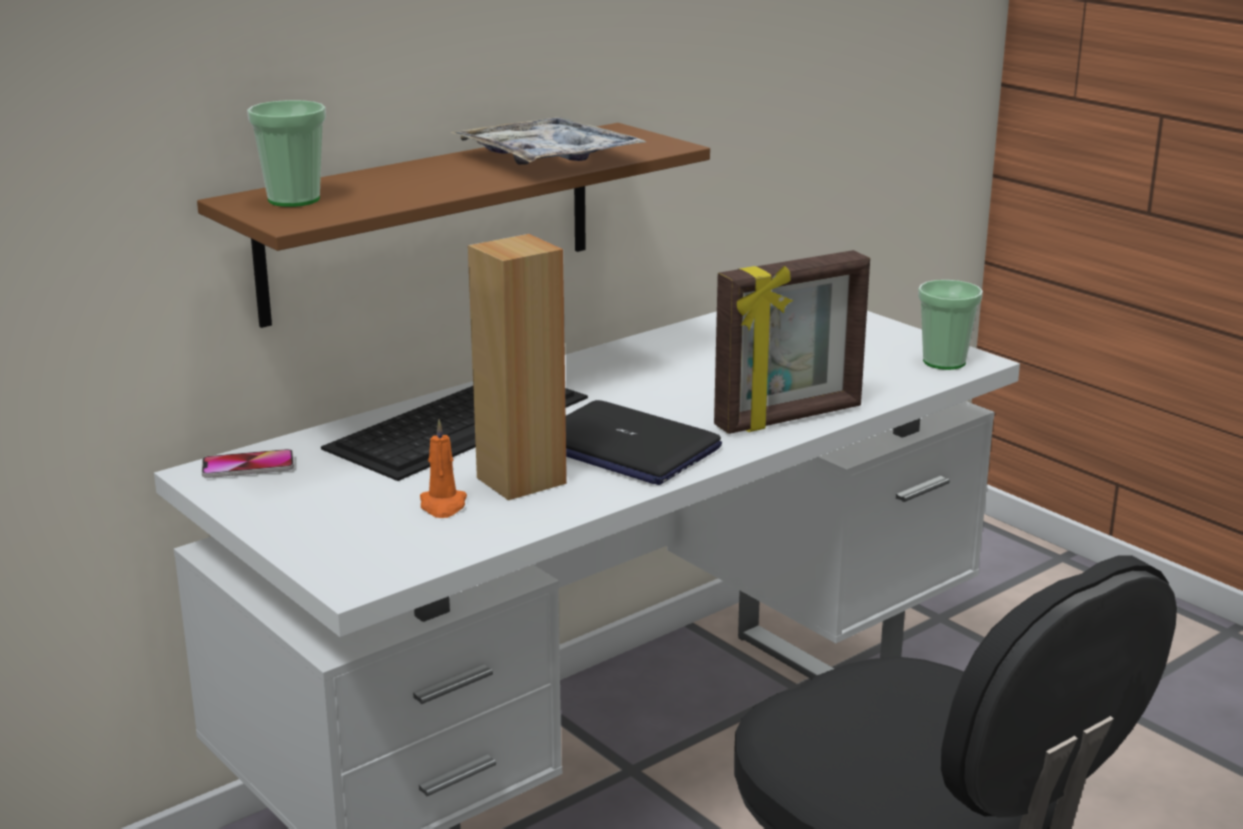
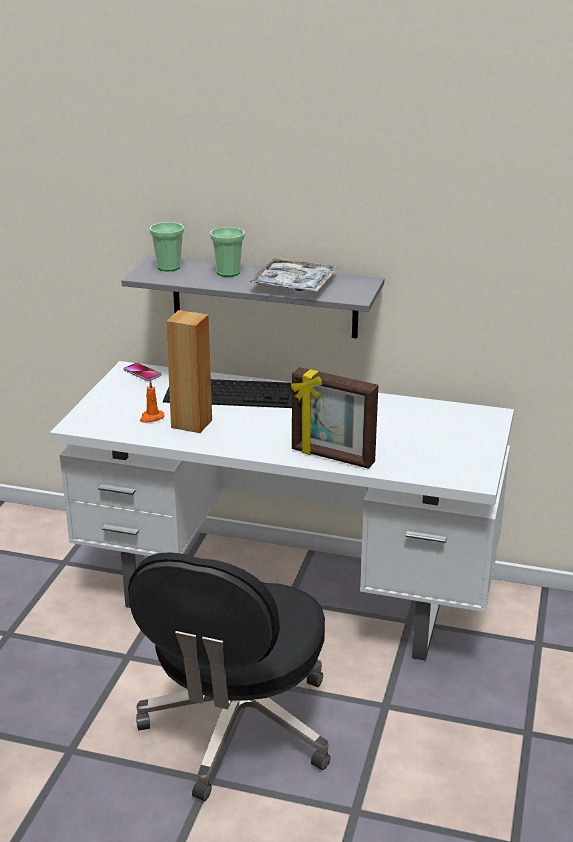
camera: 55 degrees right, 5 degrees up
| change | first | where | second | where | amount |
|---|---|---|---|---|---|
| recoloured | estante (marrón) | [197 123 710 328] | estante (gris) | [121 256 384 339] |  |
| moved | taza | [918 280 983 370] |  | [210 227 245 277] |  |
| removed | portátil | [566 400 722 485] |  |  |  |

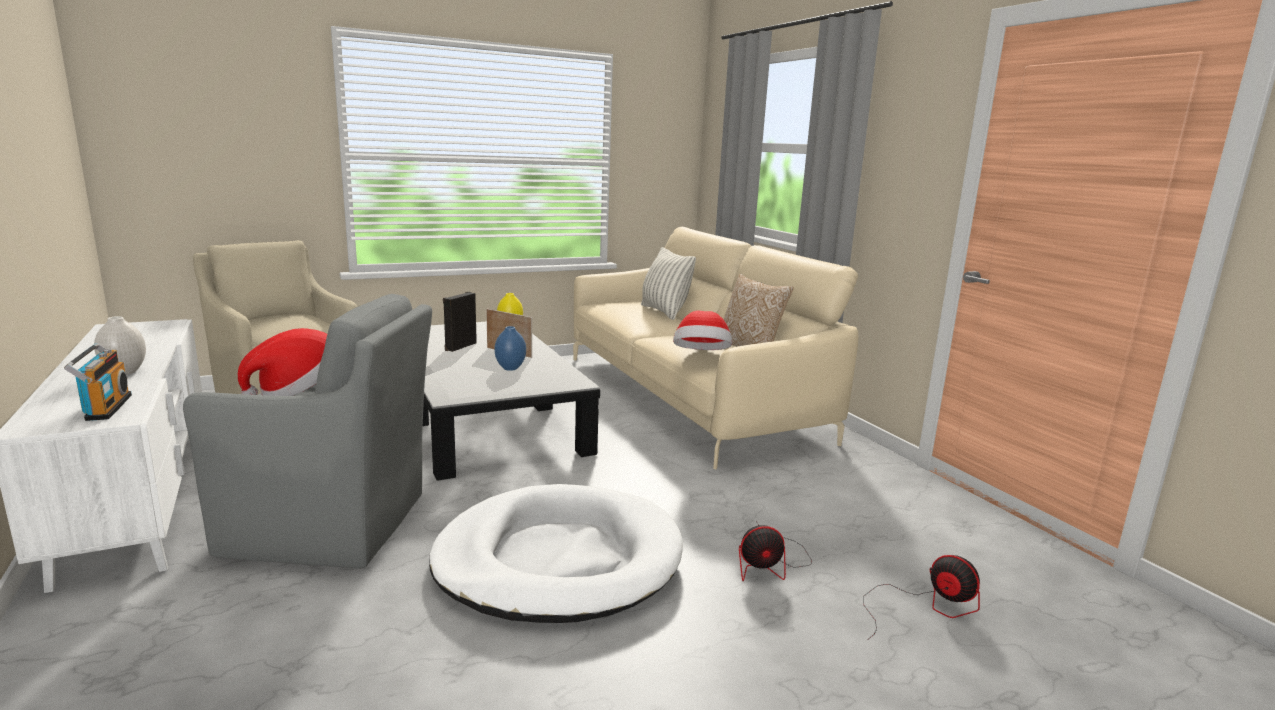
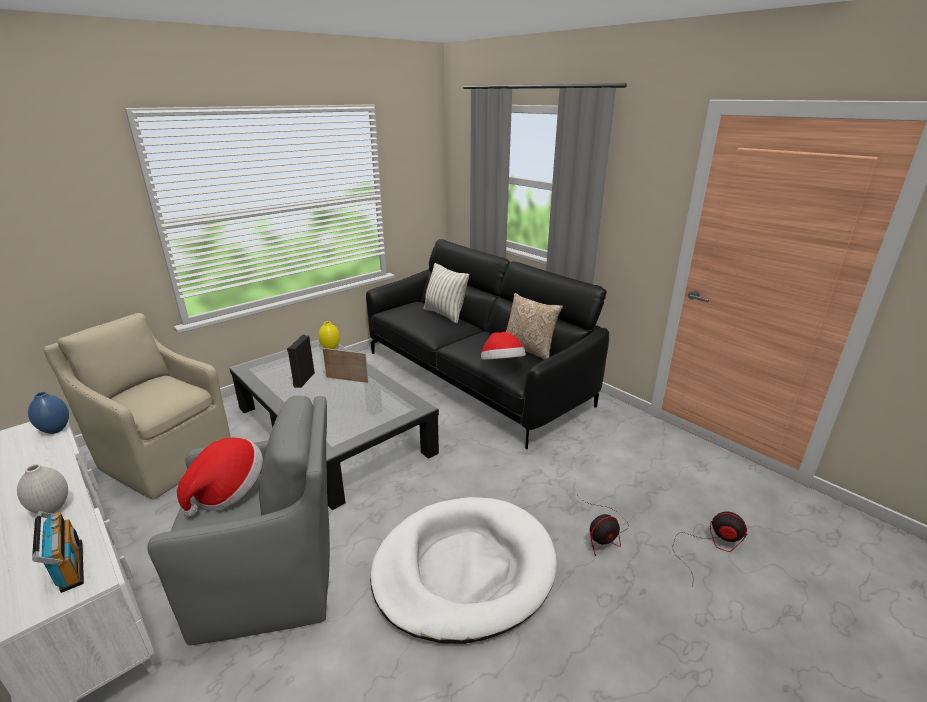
camera: 15 degrees left, 10 degrees up
| change | first | where | second | where | amount |
|---|---|---|---|---|---|
| moved | florero (azul) | [494 326 526 371] |  | [28 392 69 434] |  |
| recoloured | sofá (beis) | [573 227 858 469] | sofá (negro) | [366 239 609 449] |  |

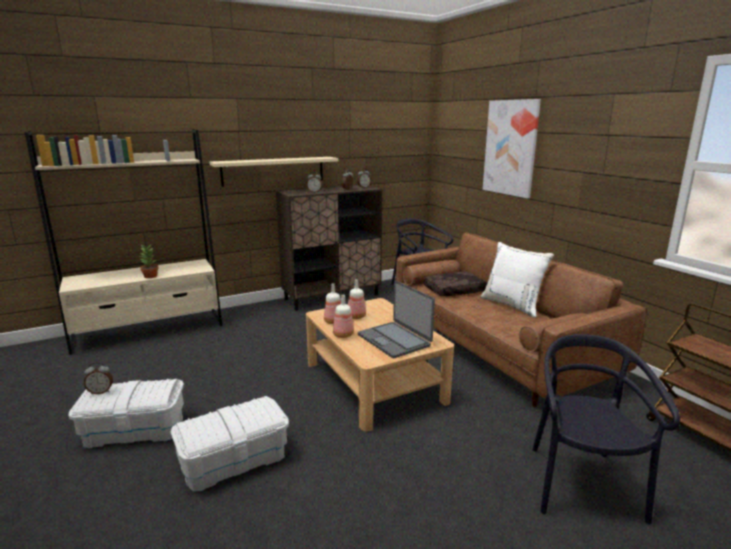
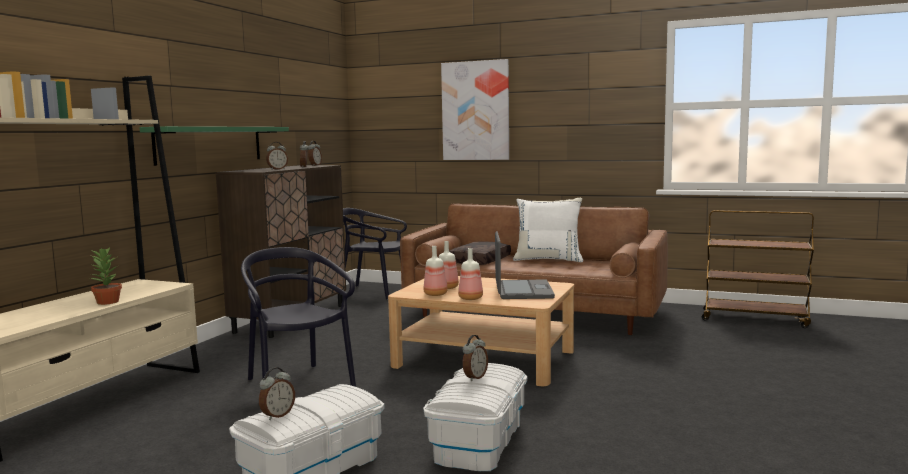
camera: 40 degrees left, 10 degrees down
| change | first | where | second | where | amount |
|---|---|---|---|---|---|
| recoloured | estante (beis) | [210 157 339 187] | estante (verde) | [139 126 289 166] |  |
| moved | silla (negro) | [532 334 680 525] |  | [241 247 356 387] |  |
| added |  |  | despertador | [463 335 488 381] |  |
| turned | portátil | [358 281 435 359] |  | [495 231 555 299] | 105 degrees counterclockwise |

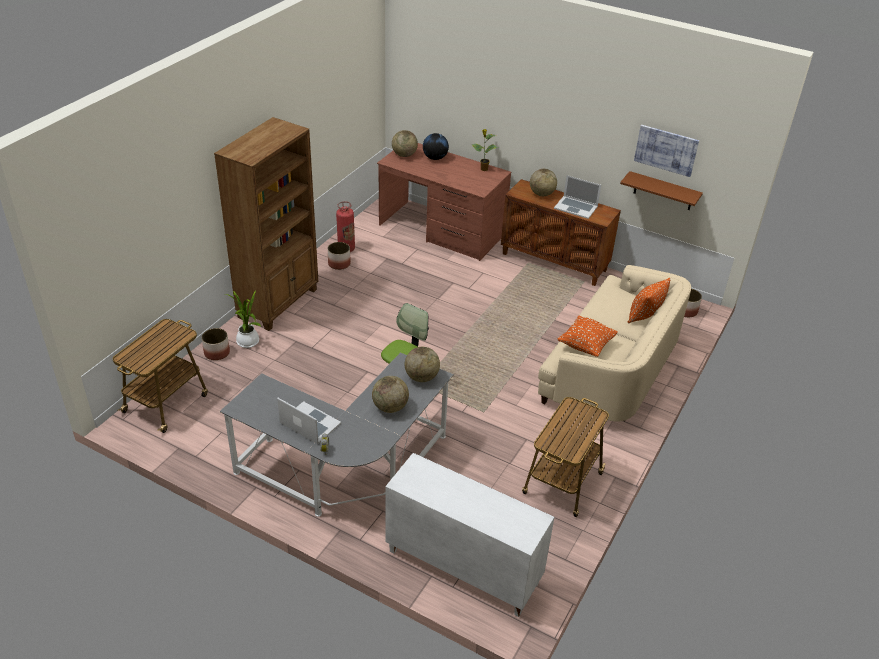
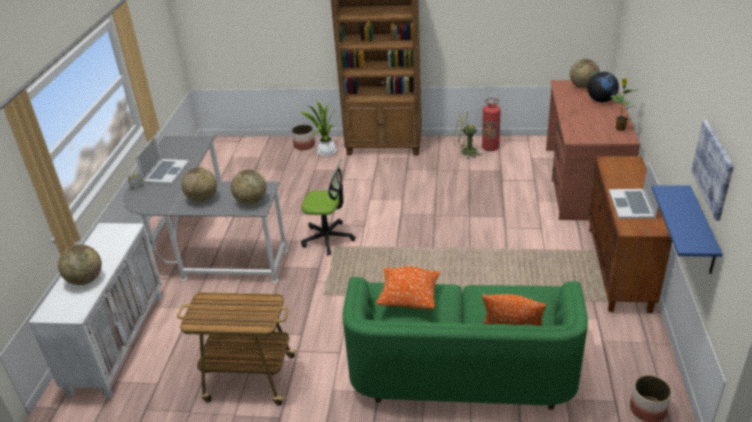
camera: 70 degrees right, 5 degrees down
| change | first | where | second | where | amount |
|---|---|---|---|---|---|
| moved | globo terráqueo | [530 169 557 196] |  | [58 244 102 285] |  |
| recoloured | sofá (beis) | [538 265 691 422] | sofá (verde) | [343 277 588 410] |  |
| replaced | maceta | [328 242 351 270] | ventilador (verde) | [454 111 482 159] |  |
| recoloured | estante (marrón) | [620 171 703 210] | estante (azul) | [652 185 722 274] |  |
| removed | carrito | [112 319 208 433] |  |  |  |

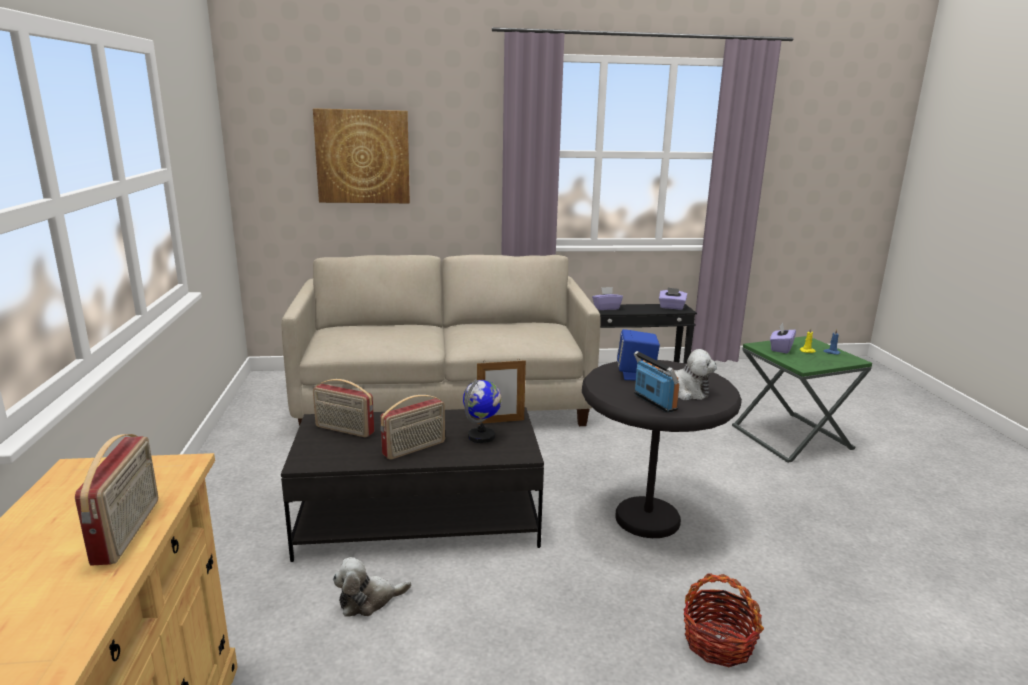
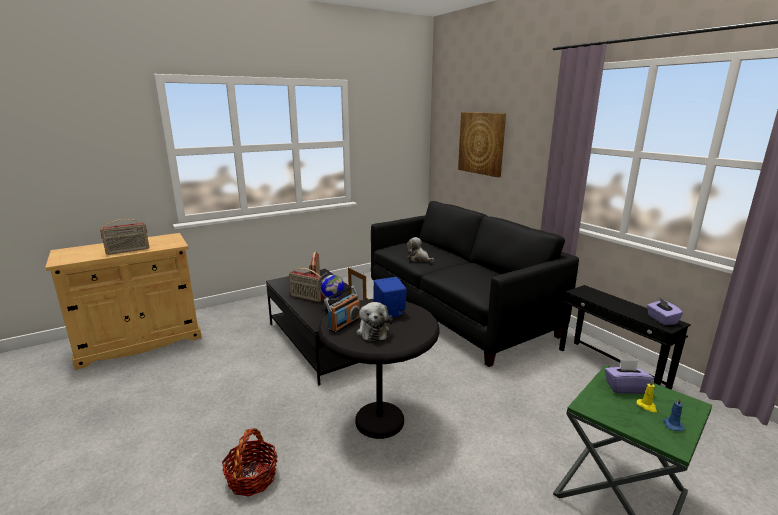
camera: 65 degrees right, 0 degrees up
| change | first | where | second | where | amount |
|---|---|---|---|---|---|
| recoloured | sofá (beis) | [281 255 601 426] | sofá (negro) | [371 201 579 367] |  |
| moved | peluche | [333 557 411 617] |  | [407 237 434 262] |  |
| removed | caja de pañuelos (morado) | [592 287 623 310] |  |  |  |

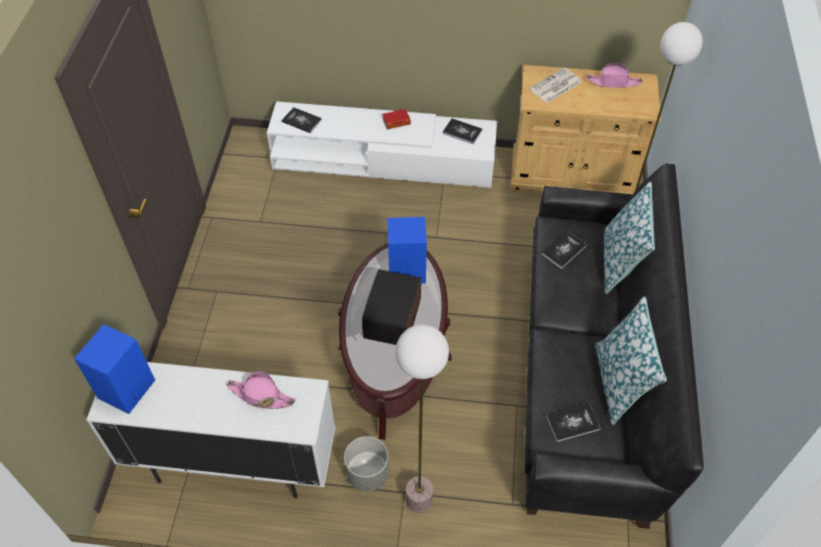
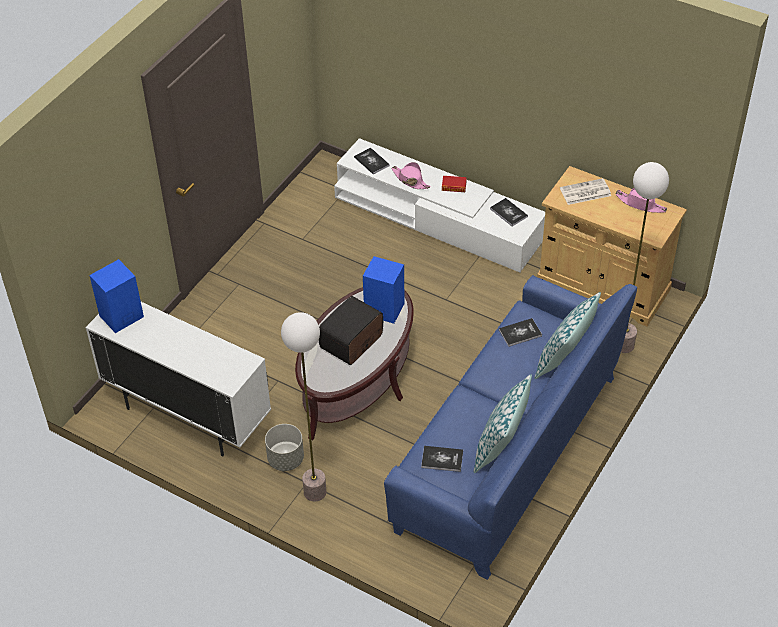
camera: 25 degrees right, 5 degrees down
| change | first | where | second | where | amount |
|---|---|---|---|---|---|
| recoloured | sofá (negro) | [524 163 704 529] | sofá (azul) | [384 275 637 580] |  |
| moved | sombrero (rosa) | [227 371 295 409] |  | [391 162 431 189] |  |

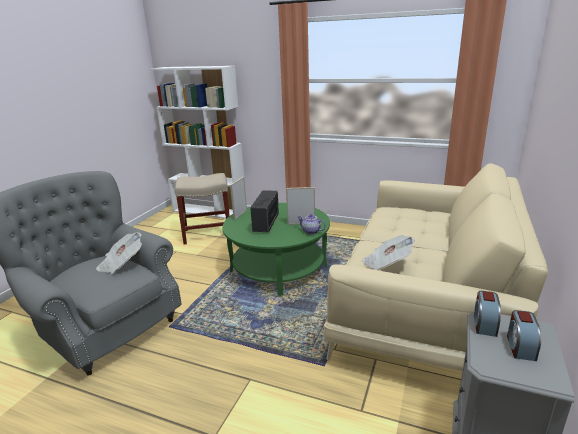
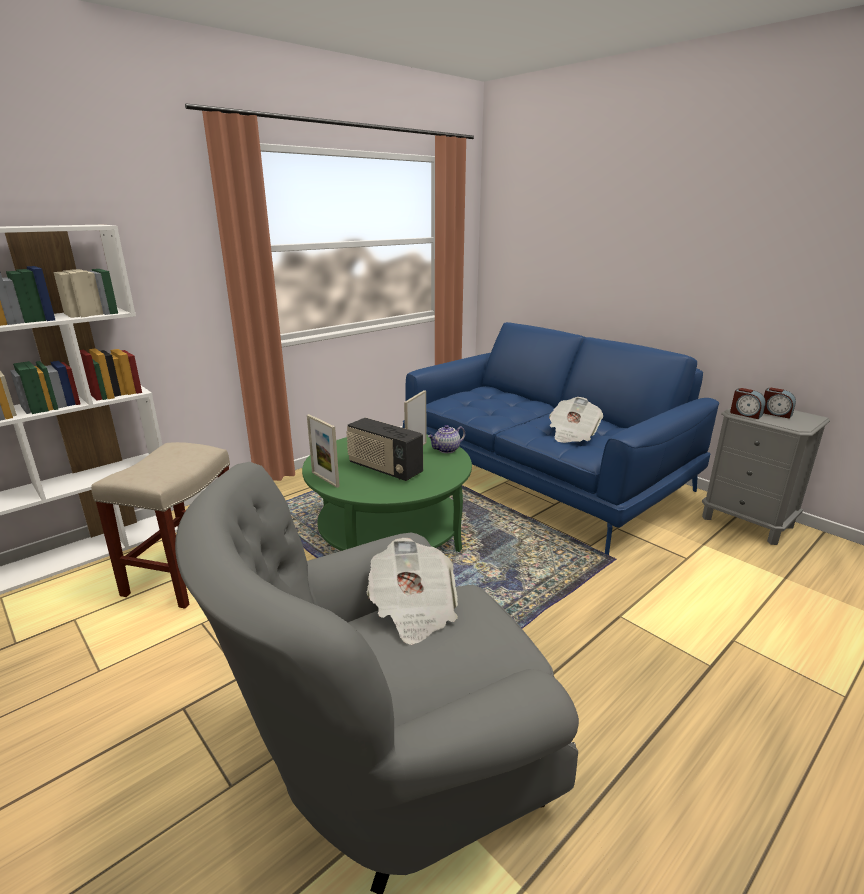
camera: 65 degrees left, 0 degrees up
| change | first | where | second | where | amount |
|---|---|---|---|---|---|
| recoloured | sofá (beis) | [324 164 548 371] | sofá (azul) | [402 322 719 555] |  |

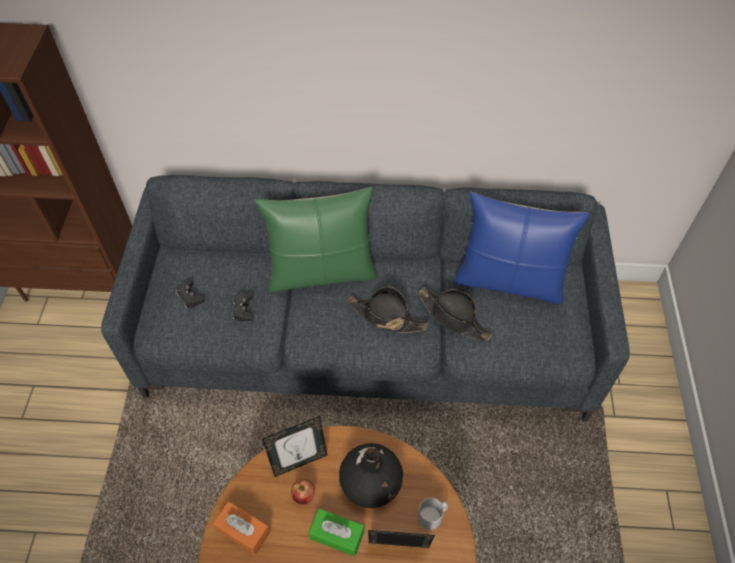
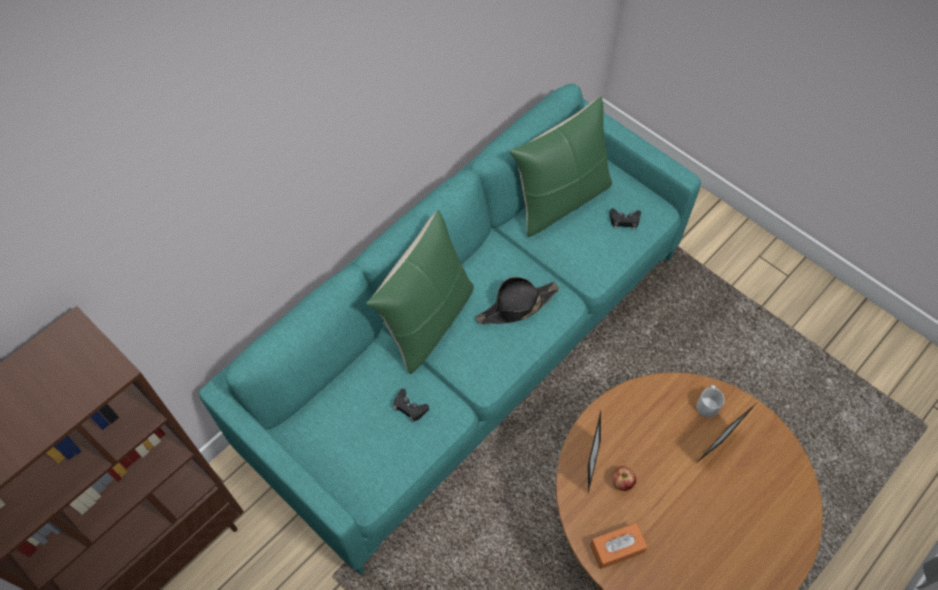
camera: 50 degrees left, 5 degrees up
| change | first | where | second | where | amount |
|---|---|---|---|---|---|
| recoloured | sofá (gris) | [101 175 630 422] | sofá (turquesa) | [199 84 701 575] |  |
| recoloured | cojín (azul) | [454 192 590 304] | cojín (verde) | [509 97 612 237] |  |
| moved | mando de consola (negro) | [175 279 204 308] |  | [610 208 641 230] |  |
| removed | caja de pañuelos (verde) | [308 508 364 556] |  |  |  |
| removed | florero (negro) | [339 443 403 508] |  |  |  |
| removed | sombrero (negro) | [418 287 492 342] |  |  |  |

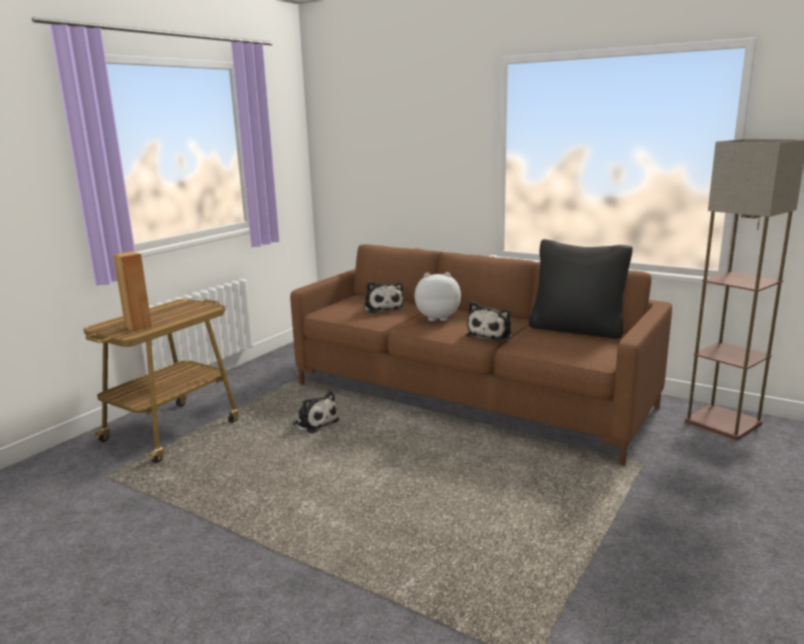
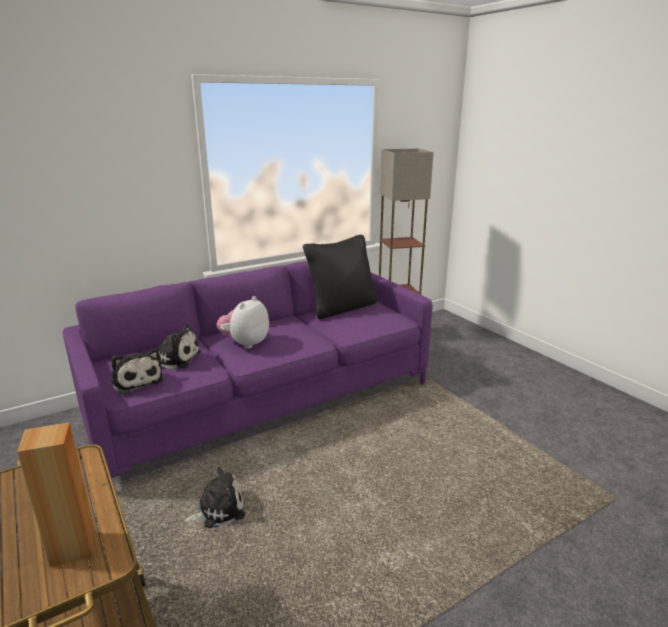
camera: 65 degrees left, 5 degrees up
| change | first | where | second | where | amount |
|---|---|---|---|---|---|
| recoloured | sofá (marrón) | [290 244 672 466] | sofá (morado) | [63 261 432 478] |  |
| moved | peluche | [466 301 512 341] |  | [111 349 164 395] |  |

